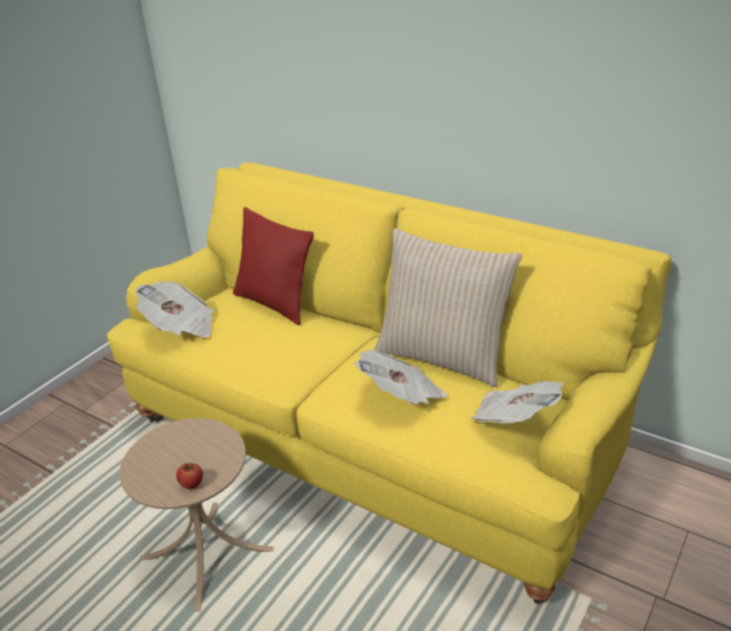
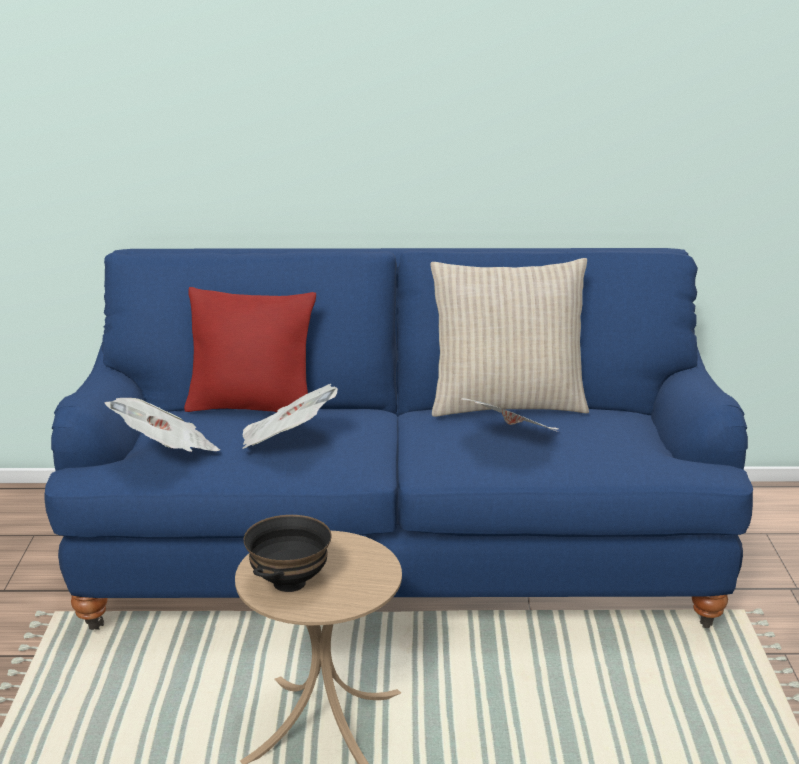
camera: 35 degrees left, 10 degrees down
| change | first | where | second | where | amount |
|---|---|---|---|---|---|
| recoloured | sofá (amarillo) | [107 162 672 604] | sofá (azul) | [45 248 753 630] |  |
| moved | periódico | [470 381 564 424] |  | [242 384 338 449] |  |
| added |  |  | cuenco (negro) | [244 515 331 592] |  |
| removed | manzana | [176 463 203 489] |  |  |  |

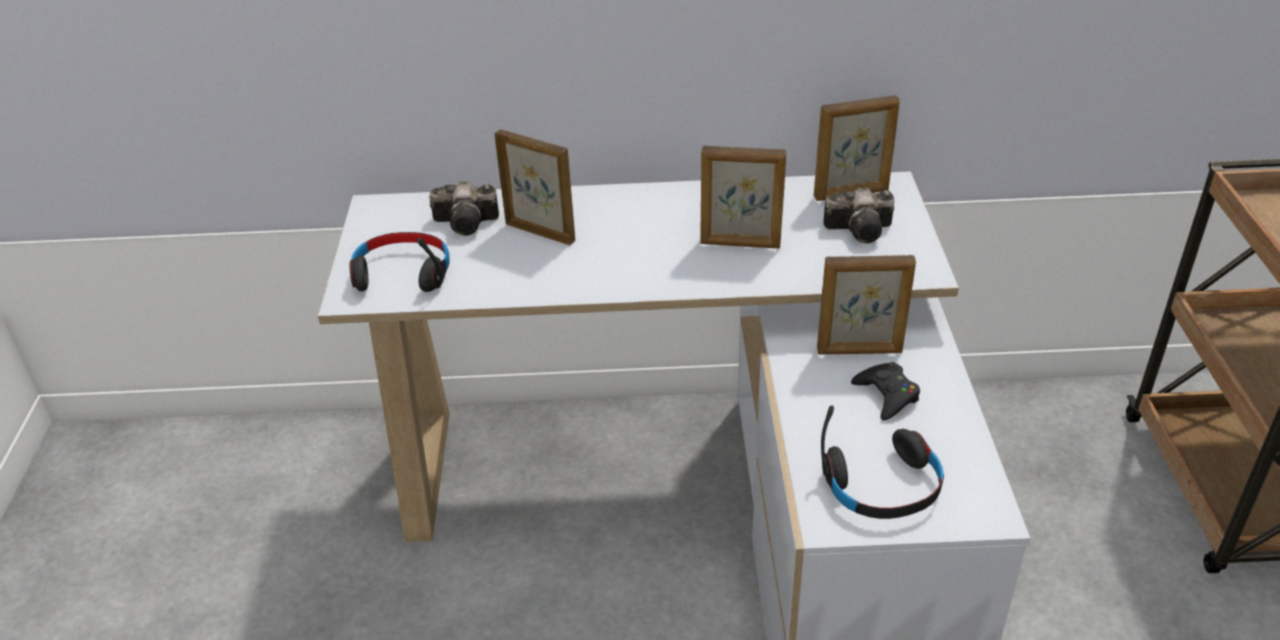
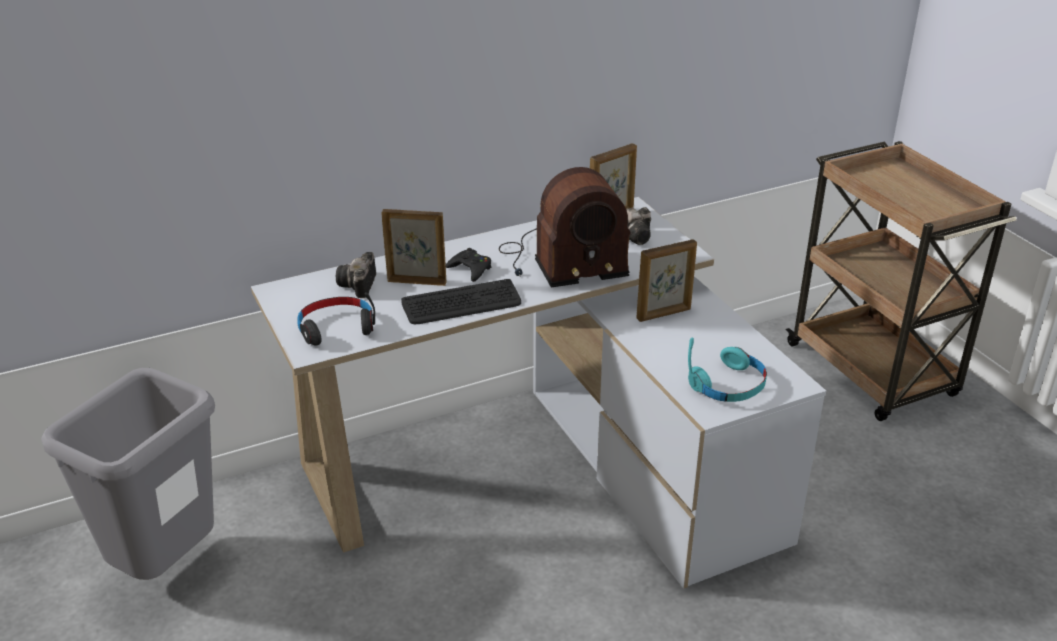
camera: 25 degrees left, 5 degrees down
| change | first | where | second | where | amount |
|---|---|---|---|---|---|
| added |  |  | papelera (gris) | [41 368 215 580] |  |
| turned | cámara | [429 181 499 236] |  | [336 252 376 298] | 120 degrees clockwise |
| added |  |  | teclado | [401 279 521 324] |  |
| moved | mando de consola (negro) | [851 362 920 420] |  | [446 248 491 282] |  |
| replaced | portarretratos | [700 145 787 249] | radio | [499 167 631 288] |  |
| recoloured | auriculares (negro) | [821 406 944 519] | auriculares (turquesa) | [688 338 767 402] |  |

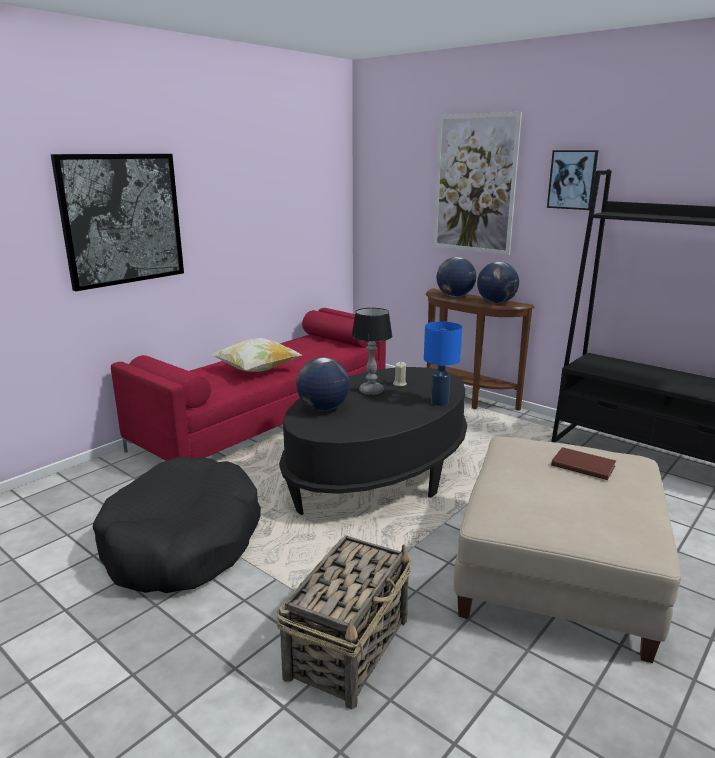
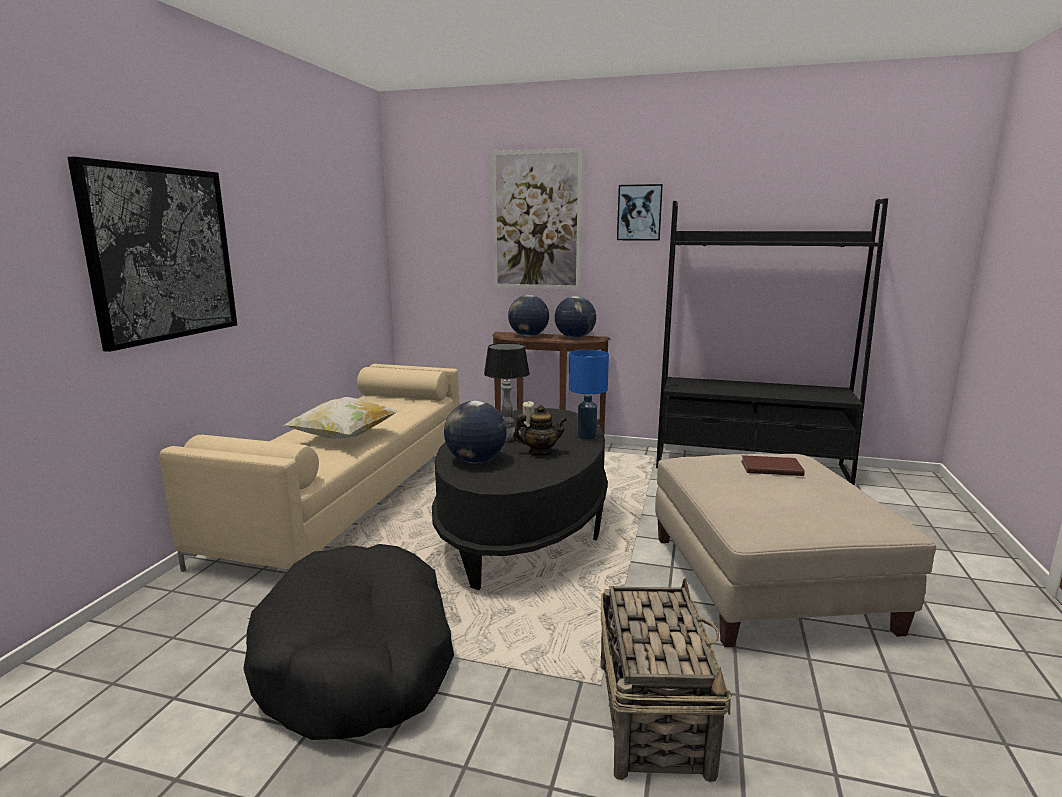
camera: 25 degrees left, 5 degrees down
| change | first | where | second | where | amount |
|---|---|---|---|---|---|
| recoloured | sofá (rojo) | [111 308 386 461] | sofá (beis) | [159 364 459 572] |  |
| added |  |  | tetera | [513 405 567 456] |  |

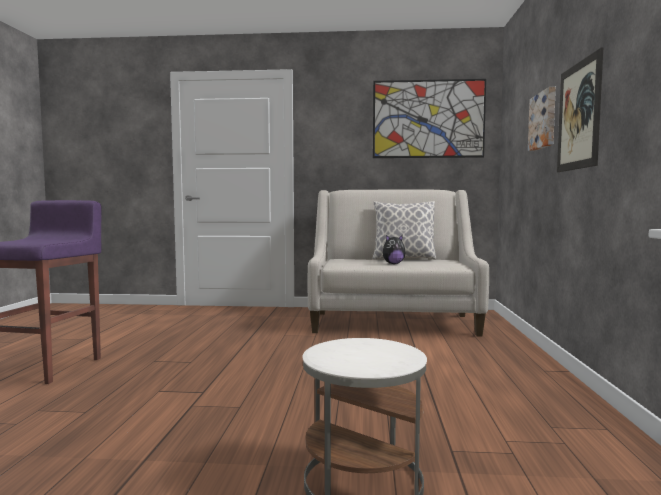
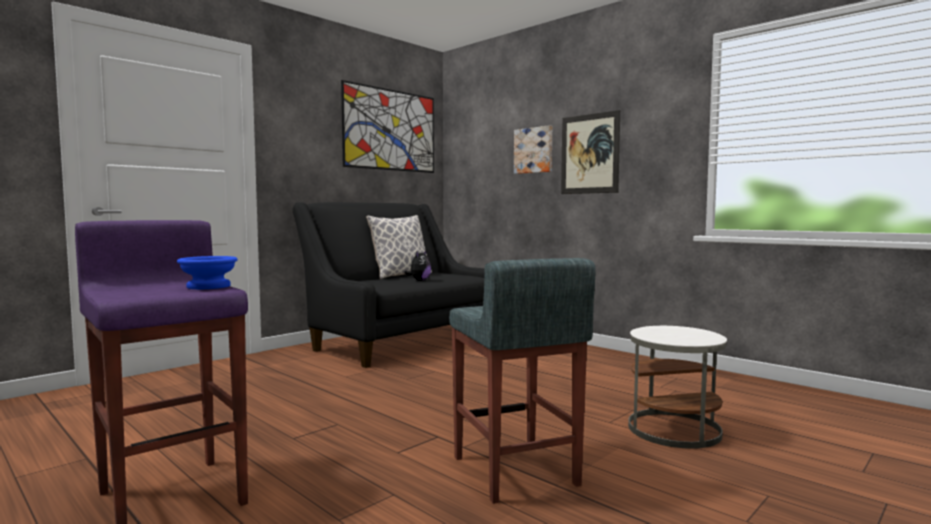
camera: 50 degrees left, 0 degrees up
| change | first | where | second | where | amount |
|---|---|---|---|---|---|
| added |  |  | cuenco (azul) | [177 256 237 289] |  |
| recoloured | sofá (beis) | [308 190 489 337] | sofá (negro) | [293 202 485 368] |  |
| added |  |  | taburete (gris) | [449 258 596 504] |  |

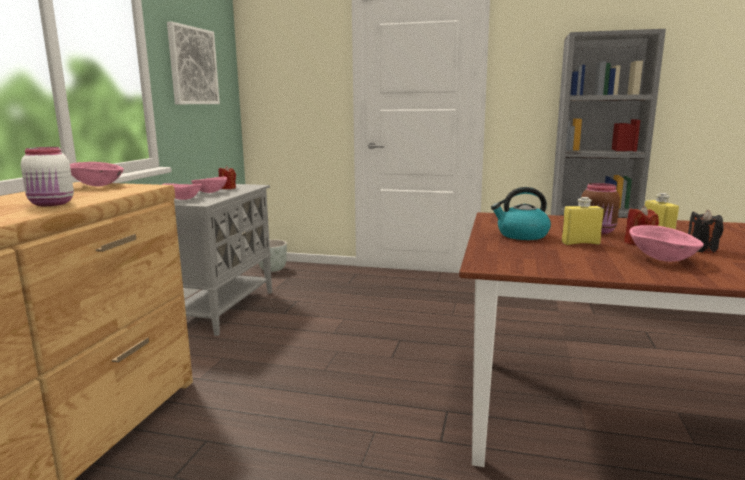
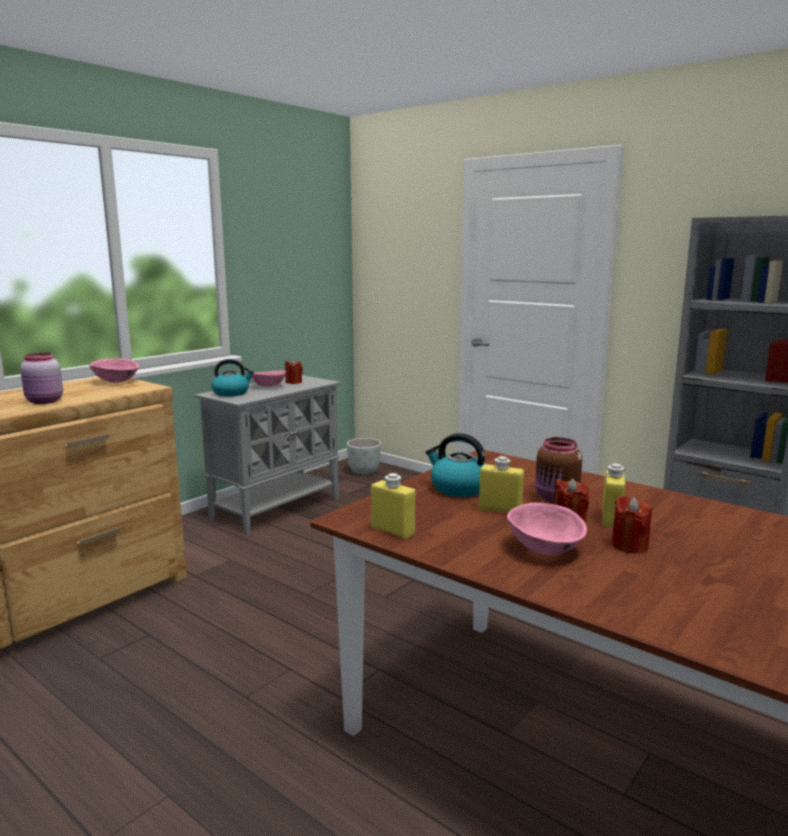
camera: 25 degrees right, 0 degrees up
| change | first | where | second | where | amount |
|---|---|---|---|---|---|
| recoloured | tarro (blanco) | [21 147 74 206] | tarro (rosa) | [20 353 63 404] |  |
| replaced | cuenco (rosa) | [162 183 202 200] | hervidor | [212 359 254 396] |  |
| added |  |  | botella (amarillo) | [371 473 416 539] |  |
| recoloured | vela (negro) | [688 210 724 253] | vela (rojo) | [612 495 652 553] |  |
| removed | cuadro | [167 22 220 104] |  |  |  |

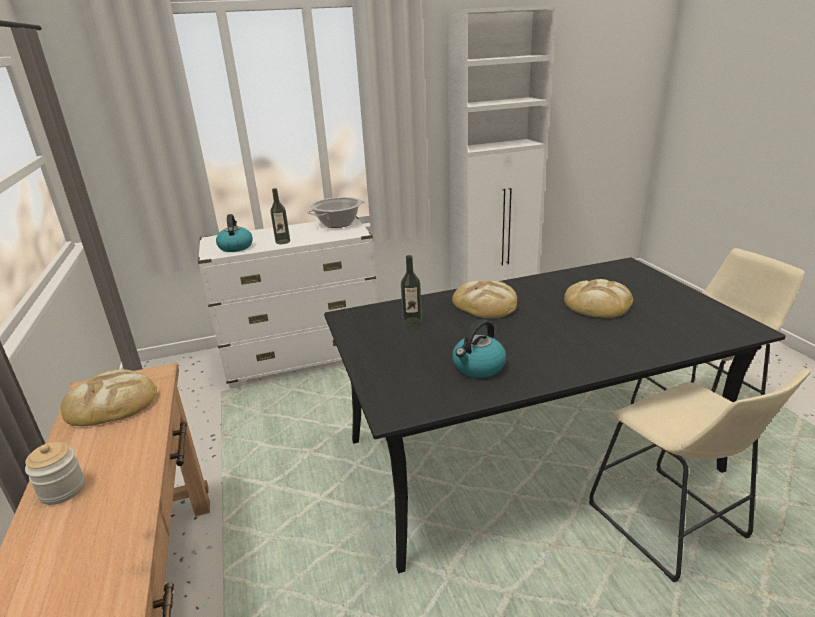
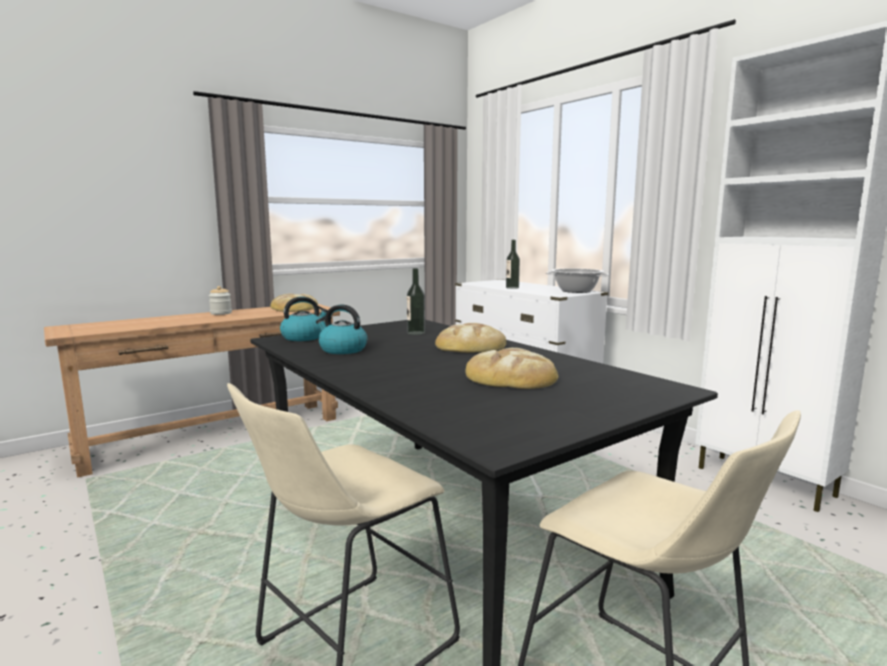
camera: 70 degrees right, 15 degrees down
| change | first | where | second | where | amount |
|---|---|---|---|---|---|
| moved | hervidor | [216 214 253 252] |  | [280 297 328 341] |  |

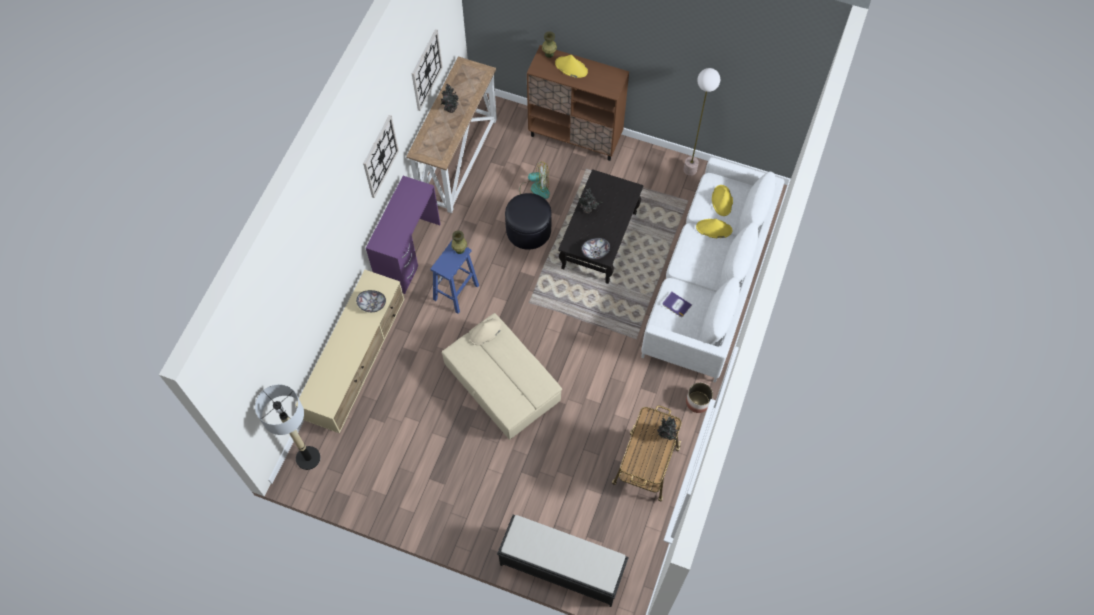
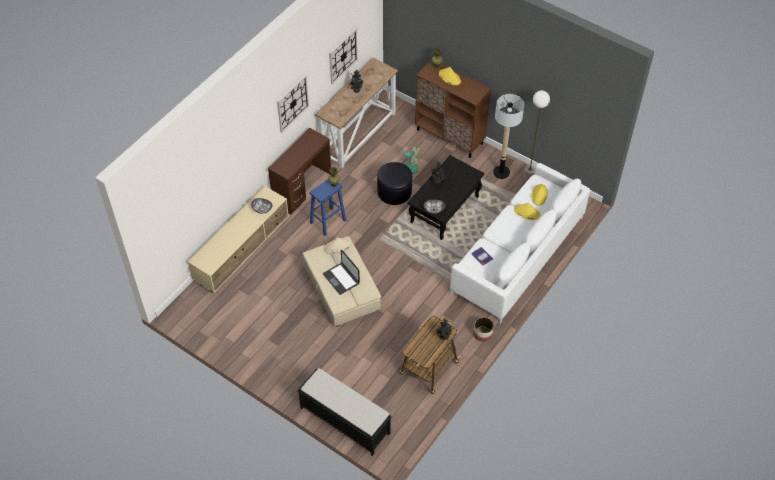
camera: 15 degrees right, 10 degrees down
| change | first | where | second | where | amount |
|---|---|---|---|---|---|
| recoloured | escritorio (morado) | [366 176 440 294] | escritorio (marrón) | [268 128 331 215] |  |
| added |  |  | portátil | [323 250 360 295] |  |
| moved | lámpara de pie | [255 385 321 470] |  | [493 94 524 179] |  |

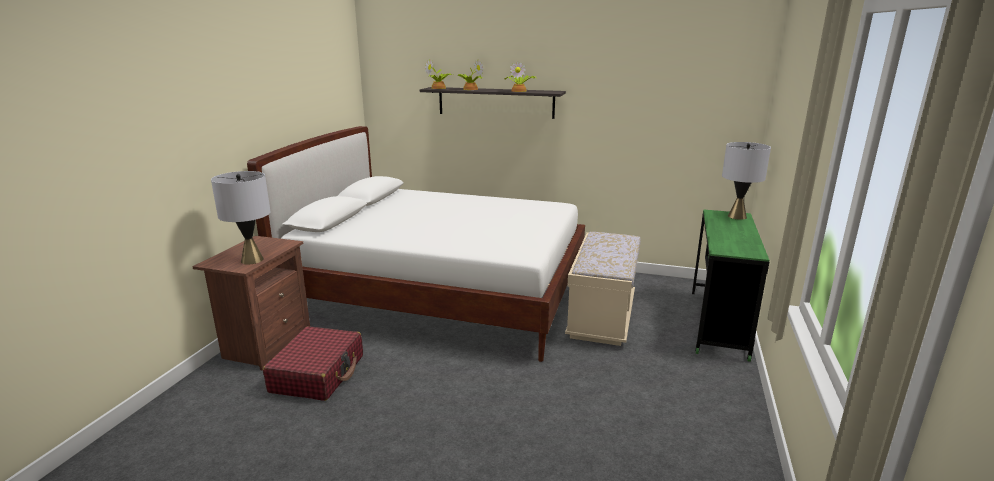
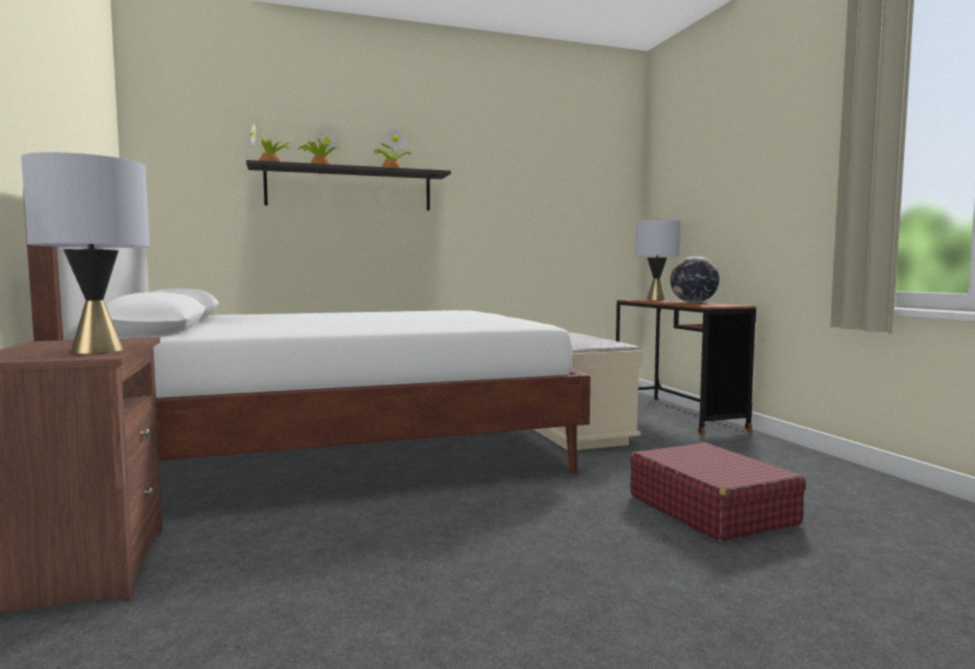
camera: 35 degrees left, 15 degrees down
| change | first | where | second | where | amount |
|---|---|---|---|---|---|
| recoloured | escritorio (verde) | [692 209 769 362] | escritorio (marrón) | [616 300 756 435] |  |
| moved | maleta (rojo) | [263 326 363 401] |  | [630 443 806 541] |  |
| added |  |  | globo terráqueo | [670 256 719 303] |  |

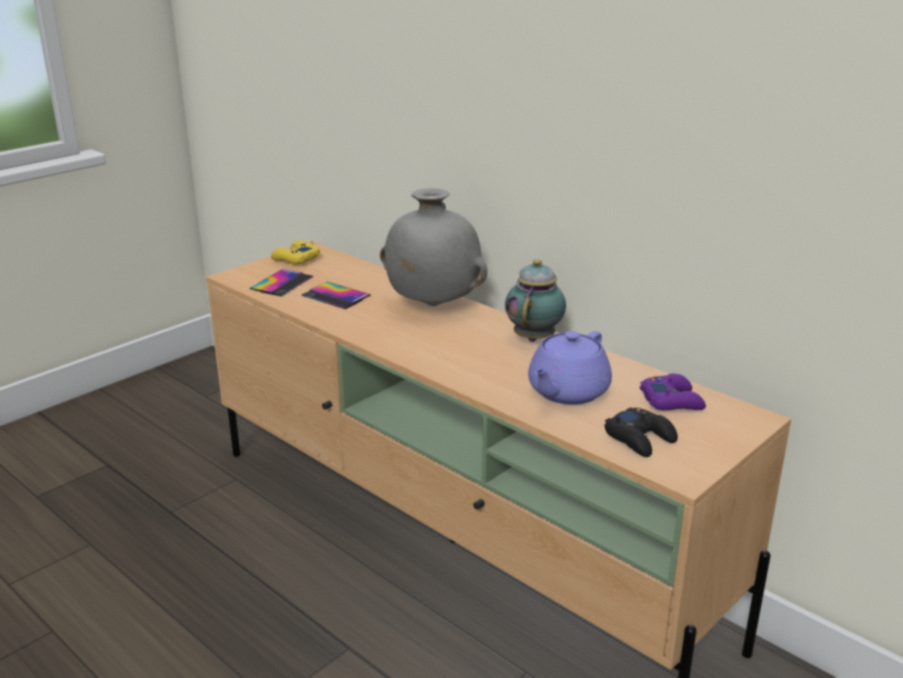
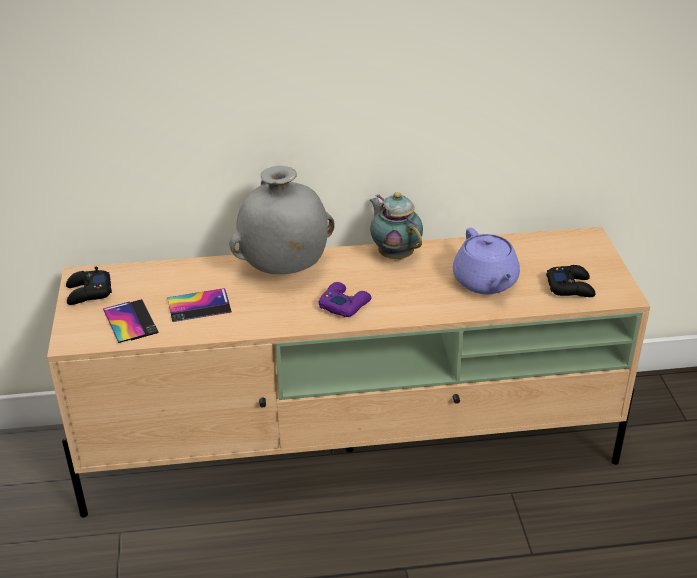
camera: 50 degrees left, 10 degrees up
| change | first | where | second | where | amount |
|---|---|---|---|---|---|
| recoloured | mando de consola (amarillo) | [271 240 320 264] | mando de consola (negro) | [66 267 112 305] |  |
| moved | mando de consola (morado) | [640 374 706 410] |  | [319 282 371 317] |  |

